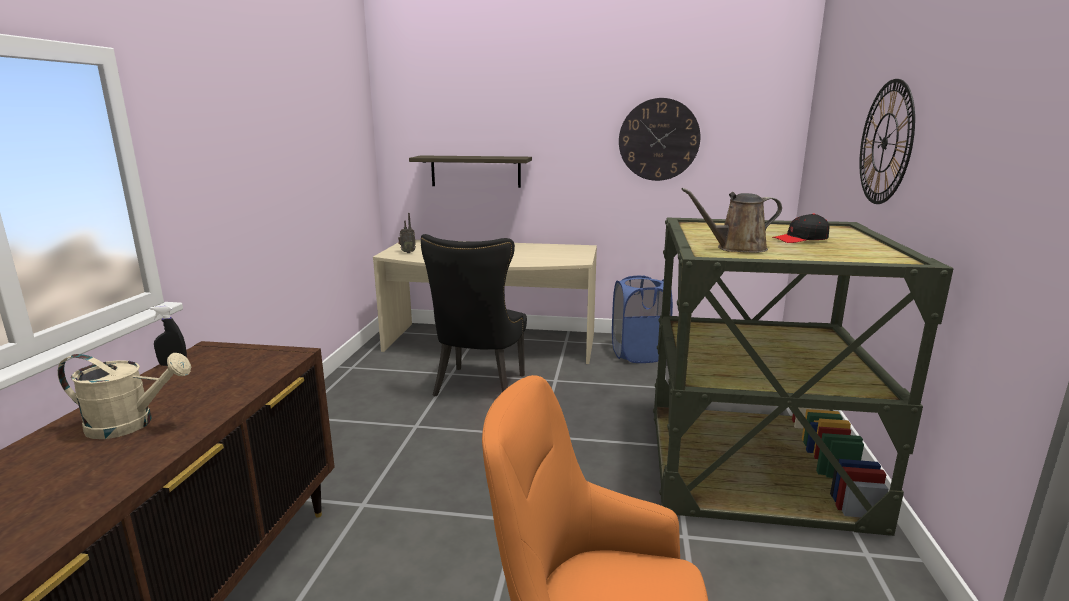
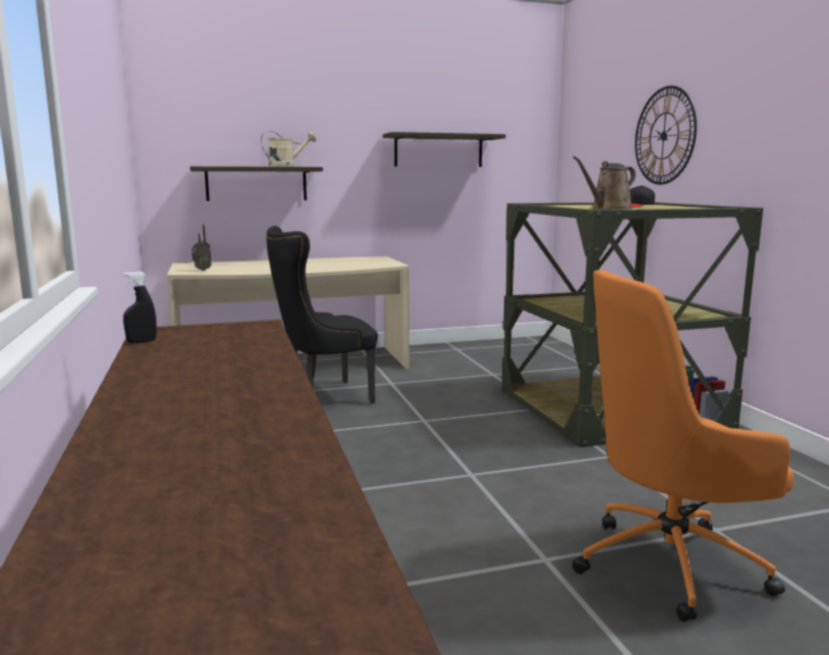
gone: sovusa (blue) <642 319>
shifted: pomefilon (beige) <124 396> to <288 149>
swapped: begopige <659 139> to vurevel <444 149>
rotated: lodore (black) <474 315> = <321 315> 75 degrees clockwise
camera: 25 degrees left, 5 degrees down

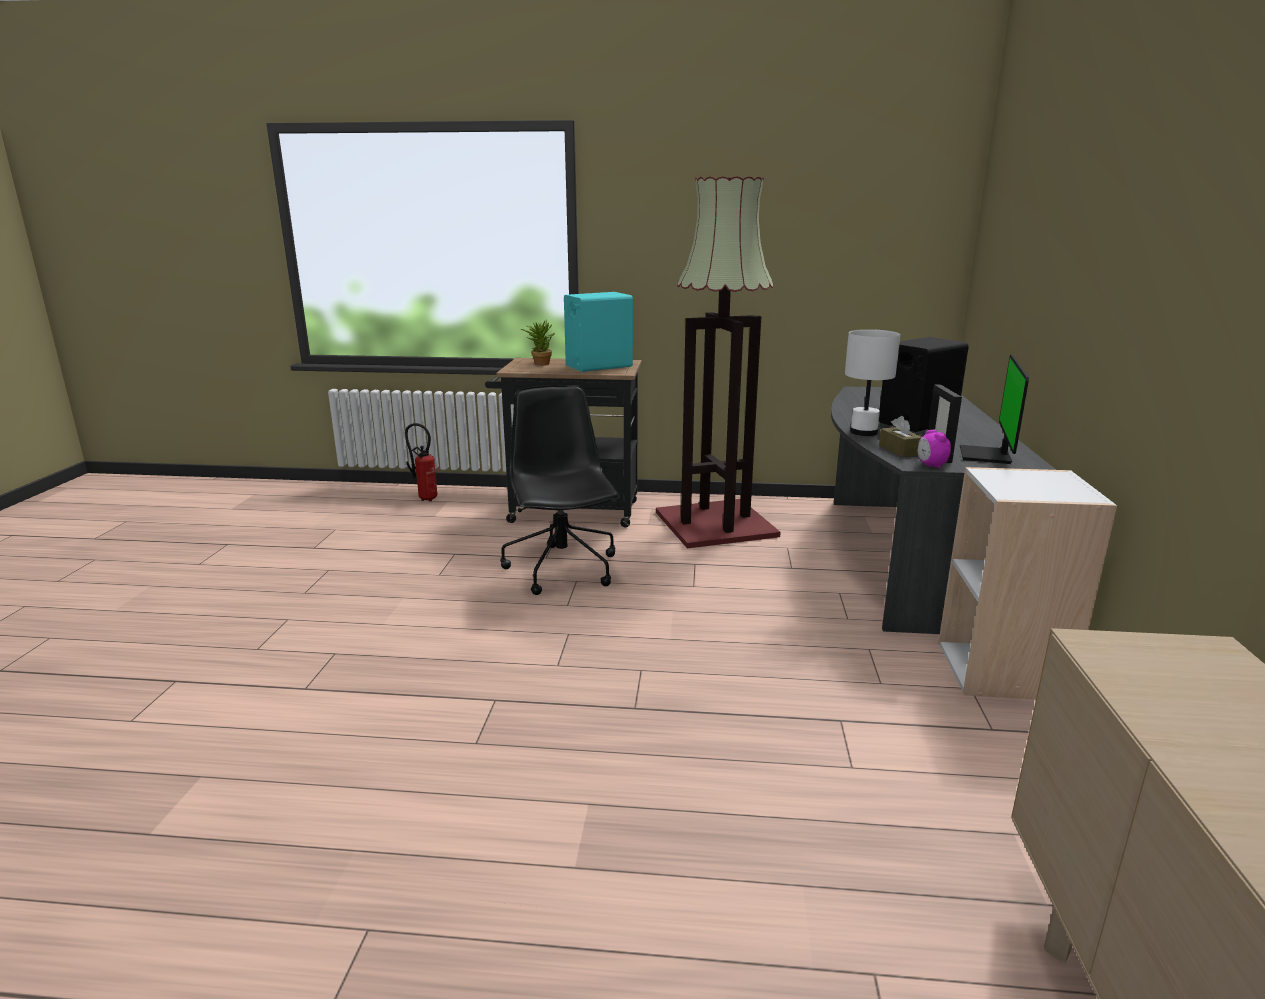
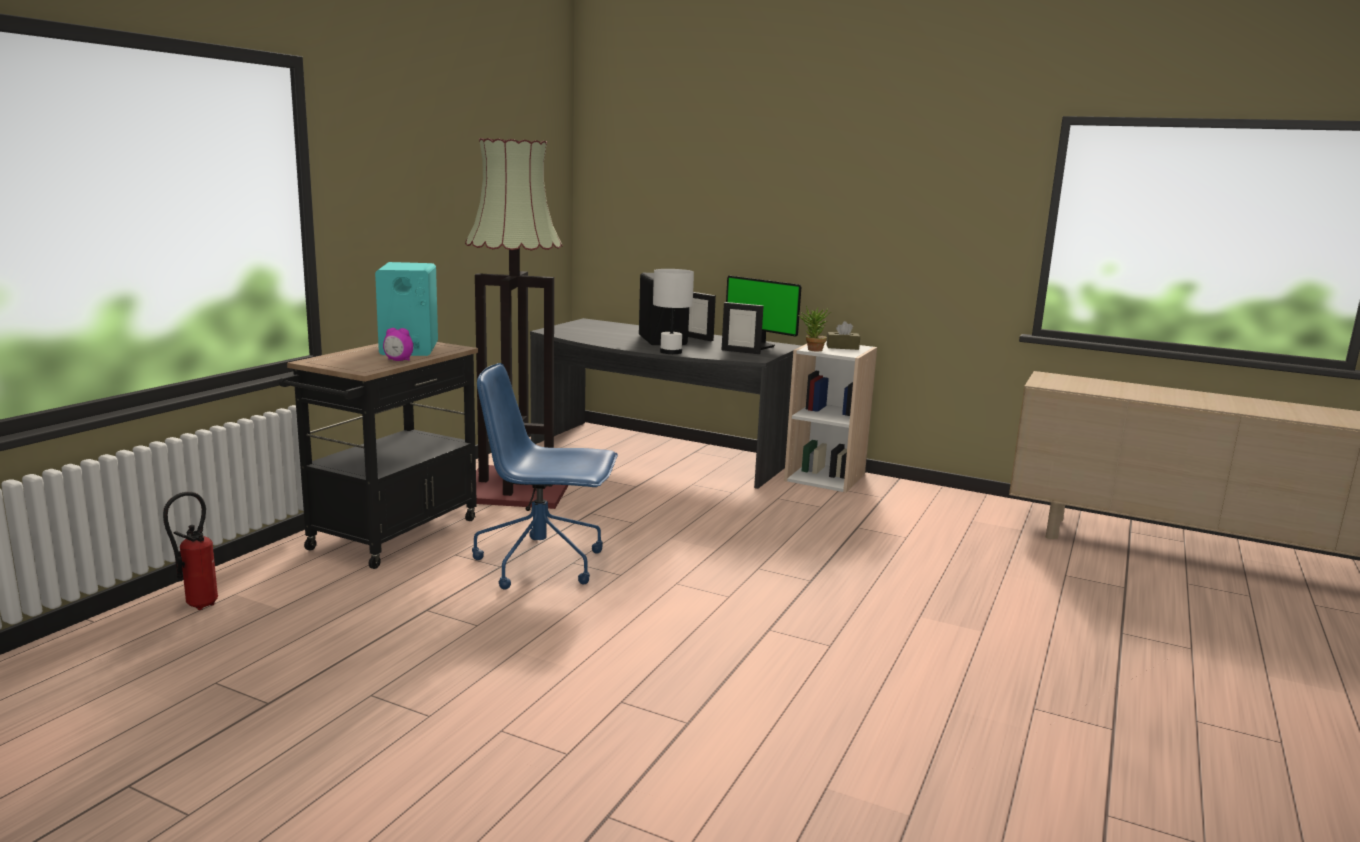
new: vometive <702 316>
shifted: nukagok <538 343> to <814 329>; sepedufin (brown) <900 436> to <843 335>; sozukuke <934 449> to <398 344>
repainted: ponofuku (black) <560 490> to ponofuku (blue) <545 476>
camera: 70 degrees left, 5 degrees down

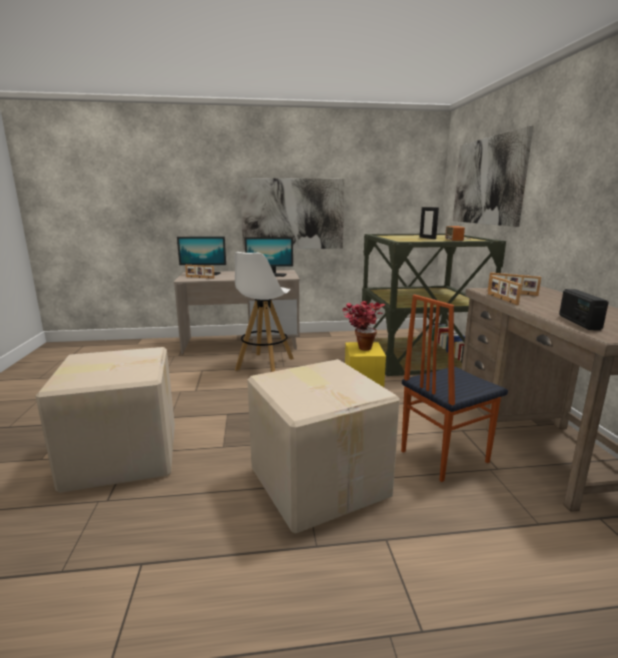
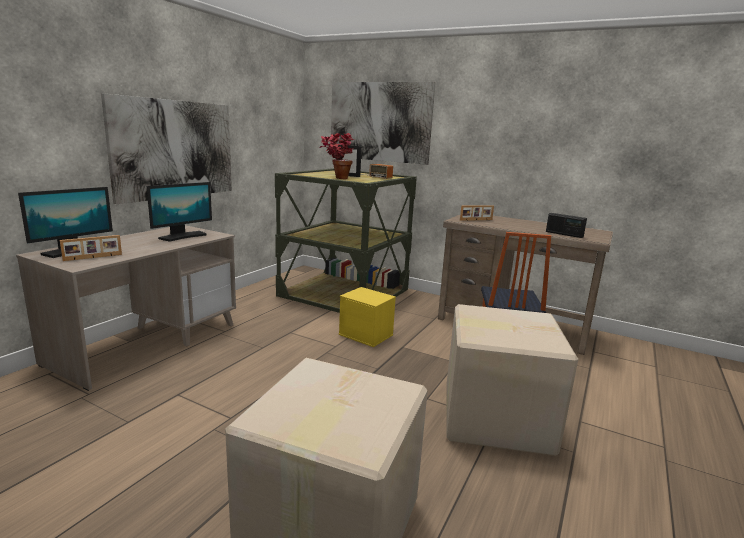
gone: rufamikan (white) <264 312>; vometive <505 290>
shifted: nukagok <363 325> to <336 156>
camera: 55 degrees left, 0 degrees up

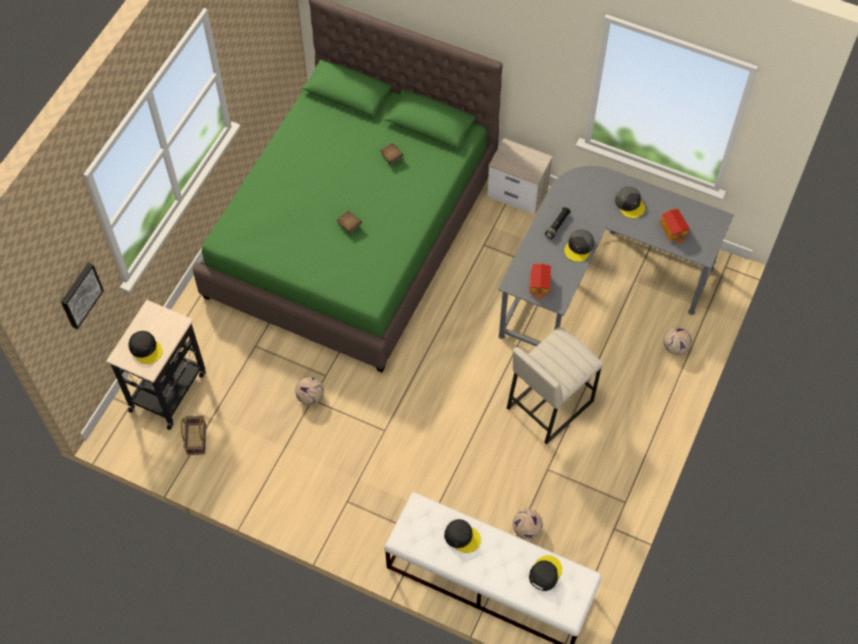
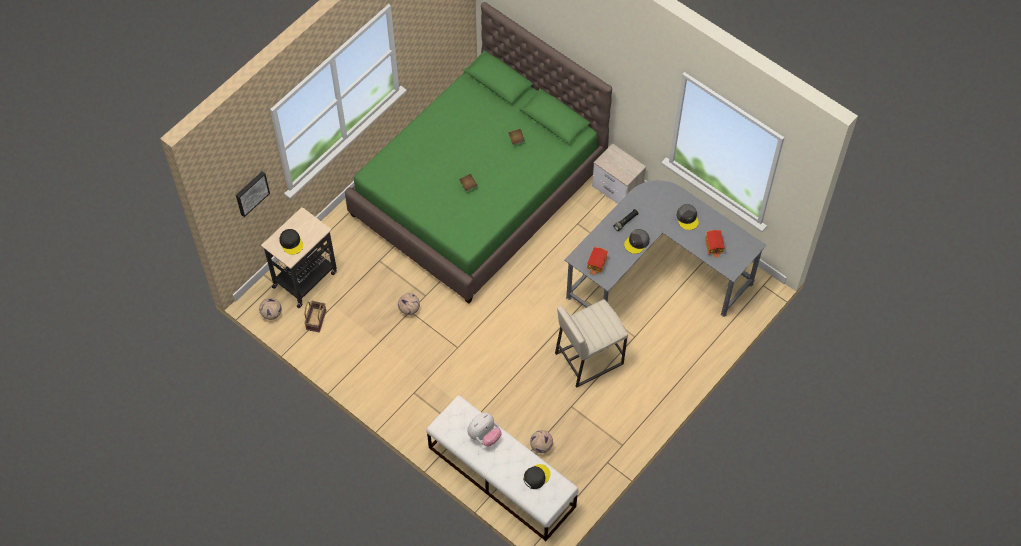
shifted: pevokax <677 341> to <270 309>
swapped: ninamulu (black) <462 536> to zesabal <484 429>
camera: 15 degrees right, 0 degrees up

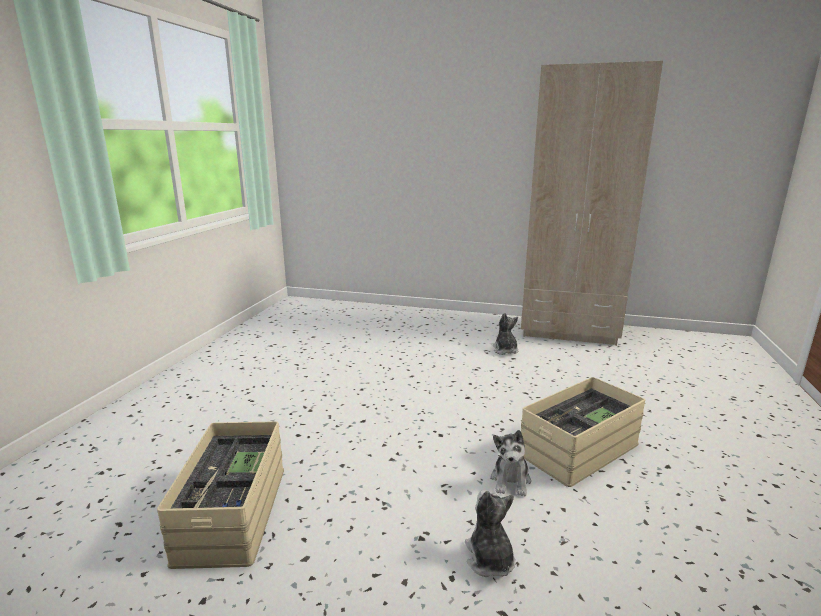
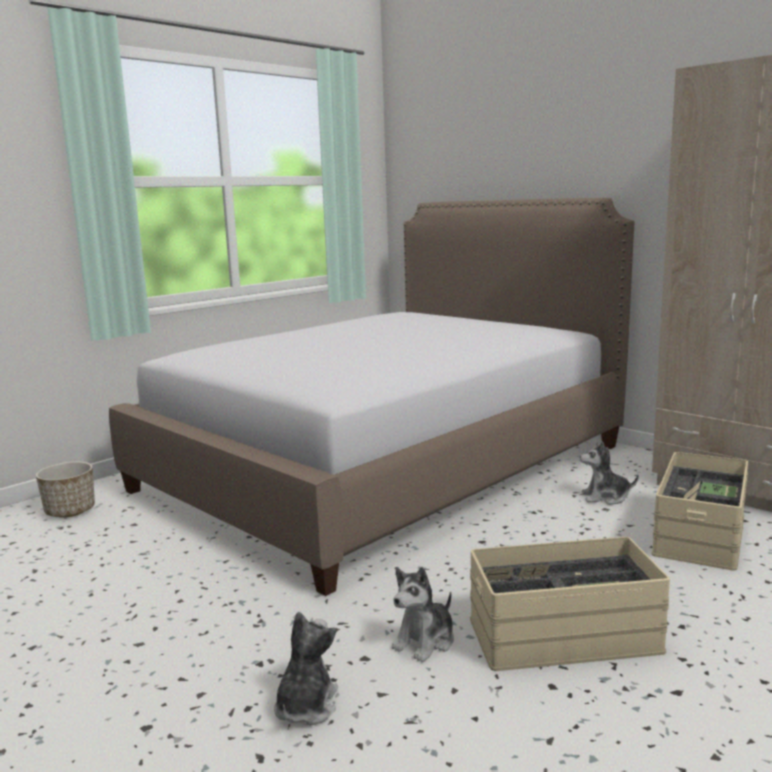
new: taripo <371 397>; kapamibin <65 490>
shifted: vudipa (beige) <220 495> to <700 511>
rotated: zesabal <505 333> = <609 473> 105 degrees counterclockwise
camera: 30 degrees right, 5 degrees down

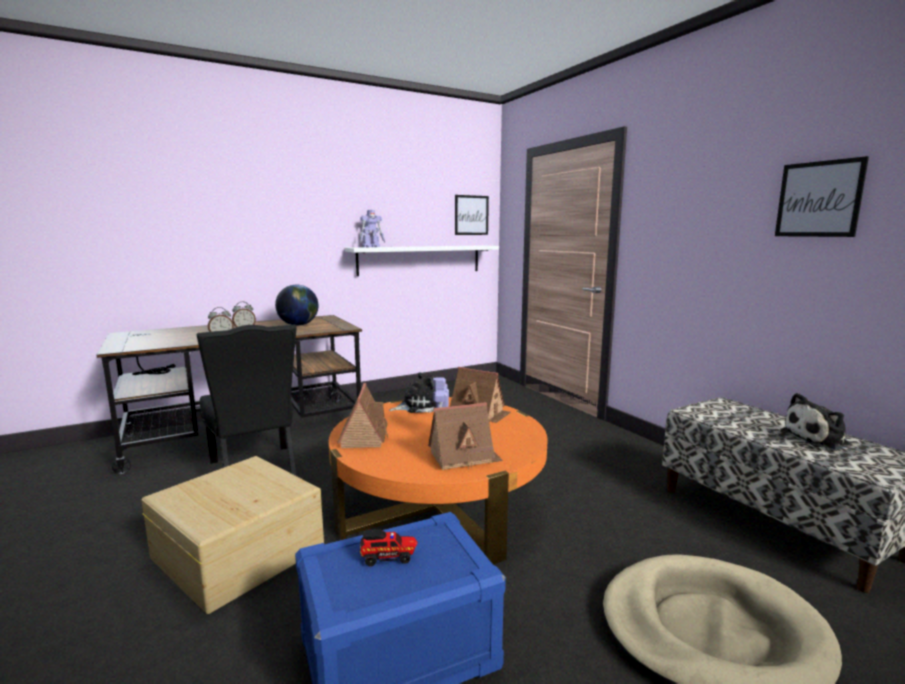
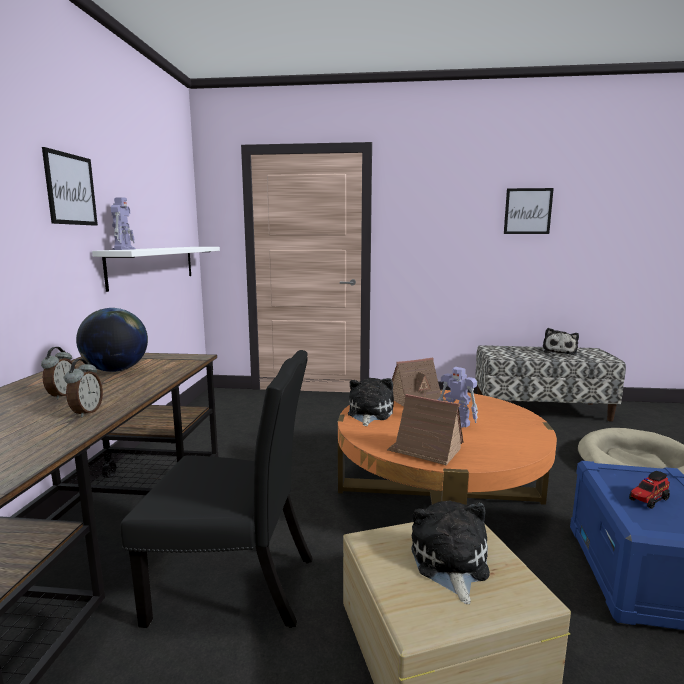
gone: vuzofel <465 436>
new: zesabal <451 552>
shifted: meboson <472 215> to <70 186>
rotated: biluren <389 548> = <649 490> 150 degrees counterclockwise
camera: 55 degrees left, 0 degrees up

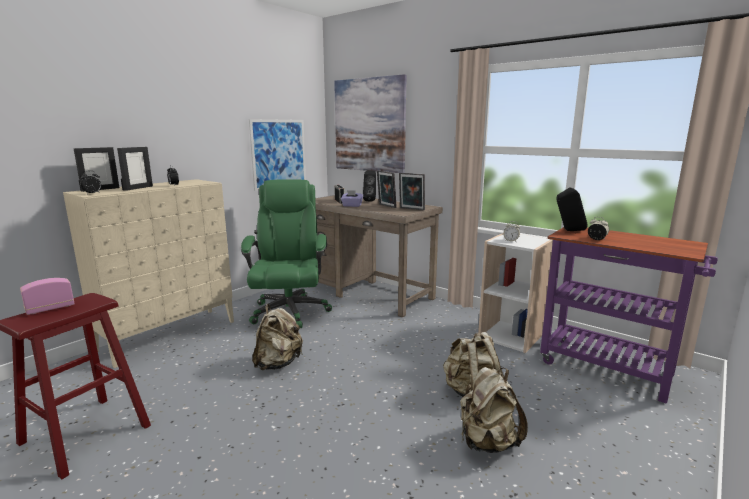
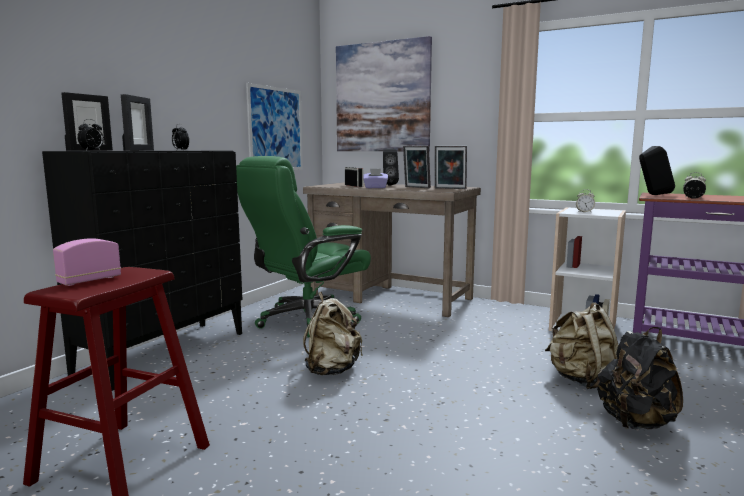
repainted: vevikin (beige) <148 273> to vevikin (black) <142 271>; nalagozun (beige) <494 410> to nalagozun (black) <640 378>
rotated: ponofuku (green) <286 253> = <303 247> 120 degrees counterclockwise
camera: 10 degrees left, 5 degrees down

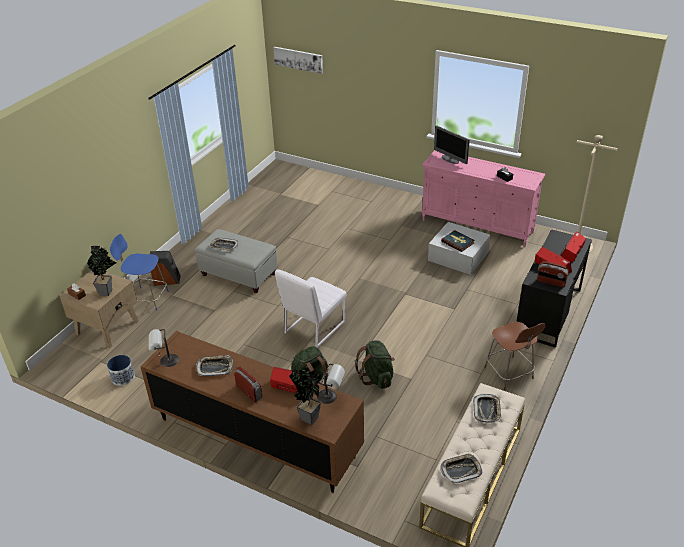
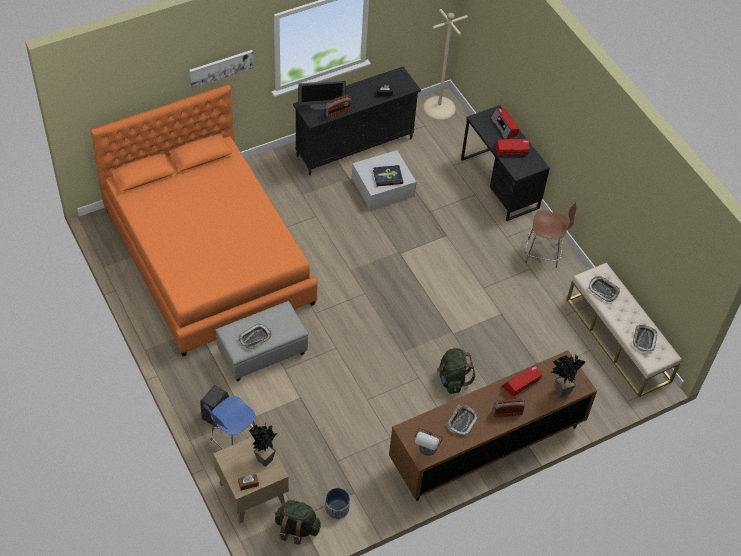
gone: lodore (white) <310 308>; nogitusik <331 384>
new: taripo (orange) <204 220>
shifted: meboson <298 60> to <221 69>; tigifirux <553 274> to <338 107>; nalagozun (green) <375 364> to <297 522>
repainted: vevikin (pink) <483 198> to vevikin (black) <357 121>
camera: 60 degrees left, 15 degrees up

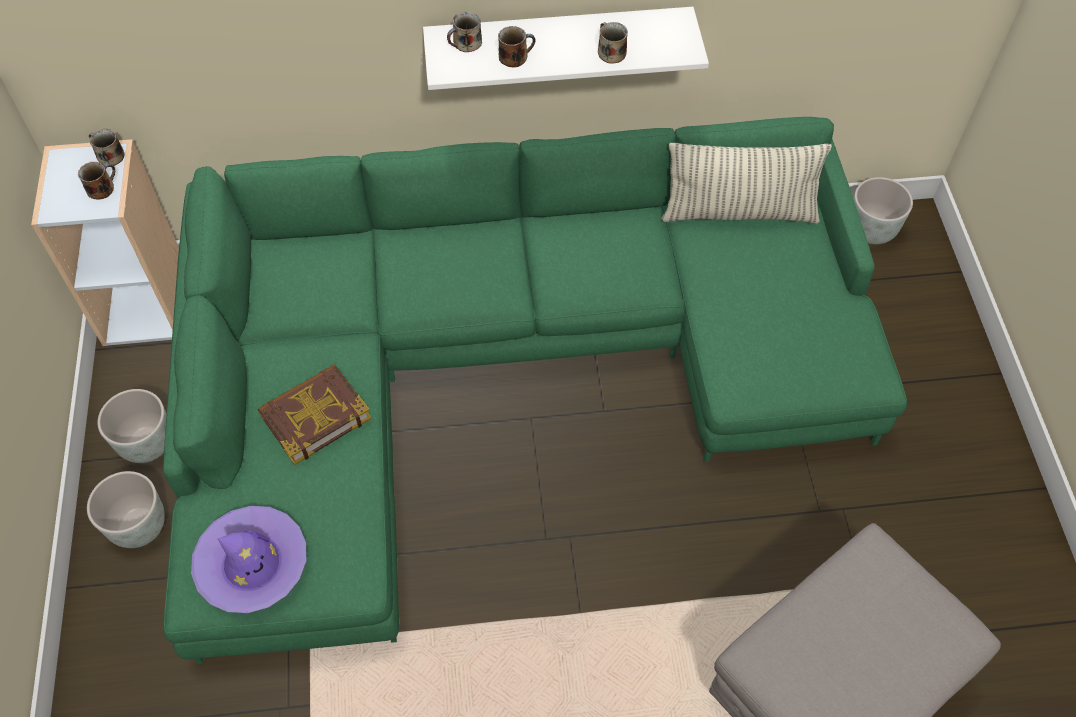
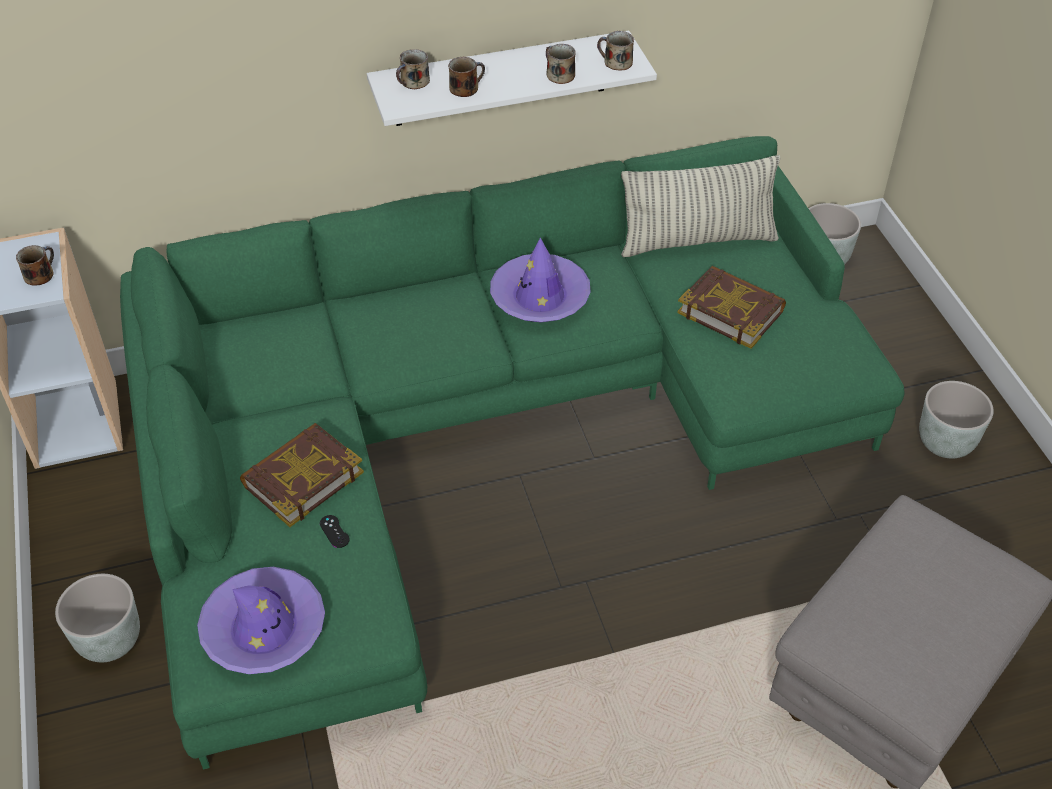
new: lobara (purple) <540 280>; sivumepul <731 307>; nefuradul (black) <335 531>
shifted: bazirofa <106 147> to <615 50>; kapamibin (grey) <131 426> to <956 420>
camera: 10 degrees left, 10 degrees down

